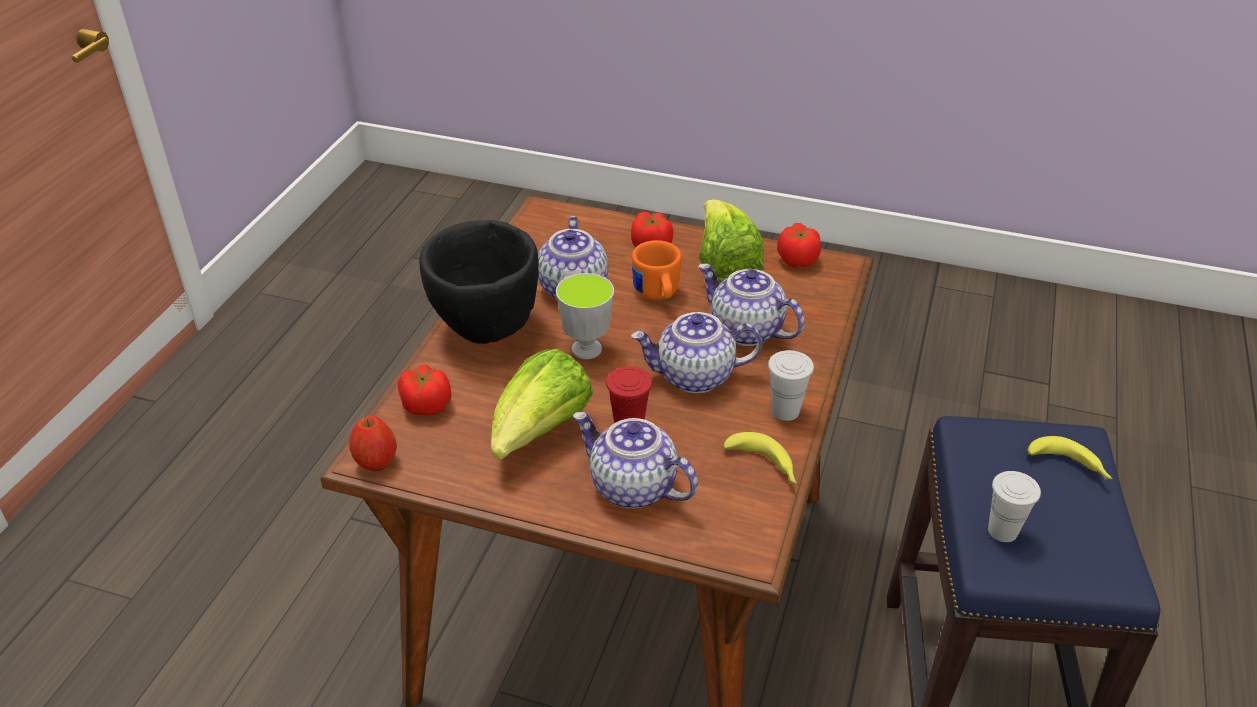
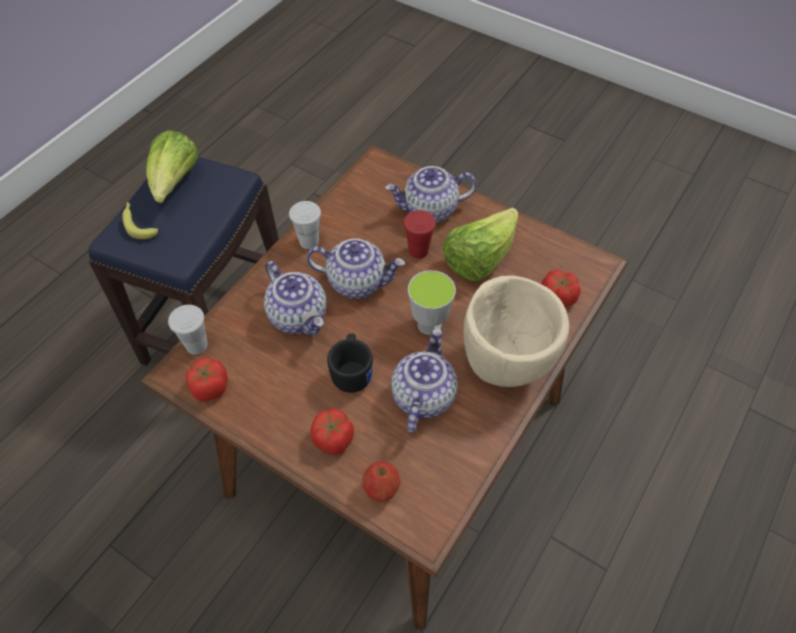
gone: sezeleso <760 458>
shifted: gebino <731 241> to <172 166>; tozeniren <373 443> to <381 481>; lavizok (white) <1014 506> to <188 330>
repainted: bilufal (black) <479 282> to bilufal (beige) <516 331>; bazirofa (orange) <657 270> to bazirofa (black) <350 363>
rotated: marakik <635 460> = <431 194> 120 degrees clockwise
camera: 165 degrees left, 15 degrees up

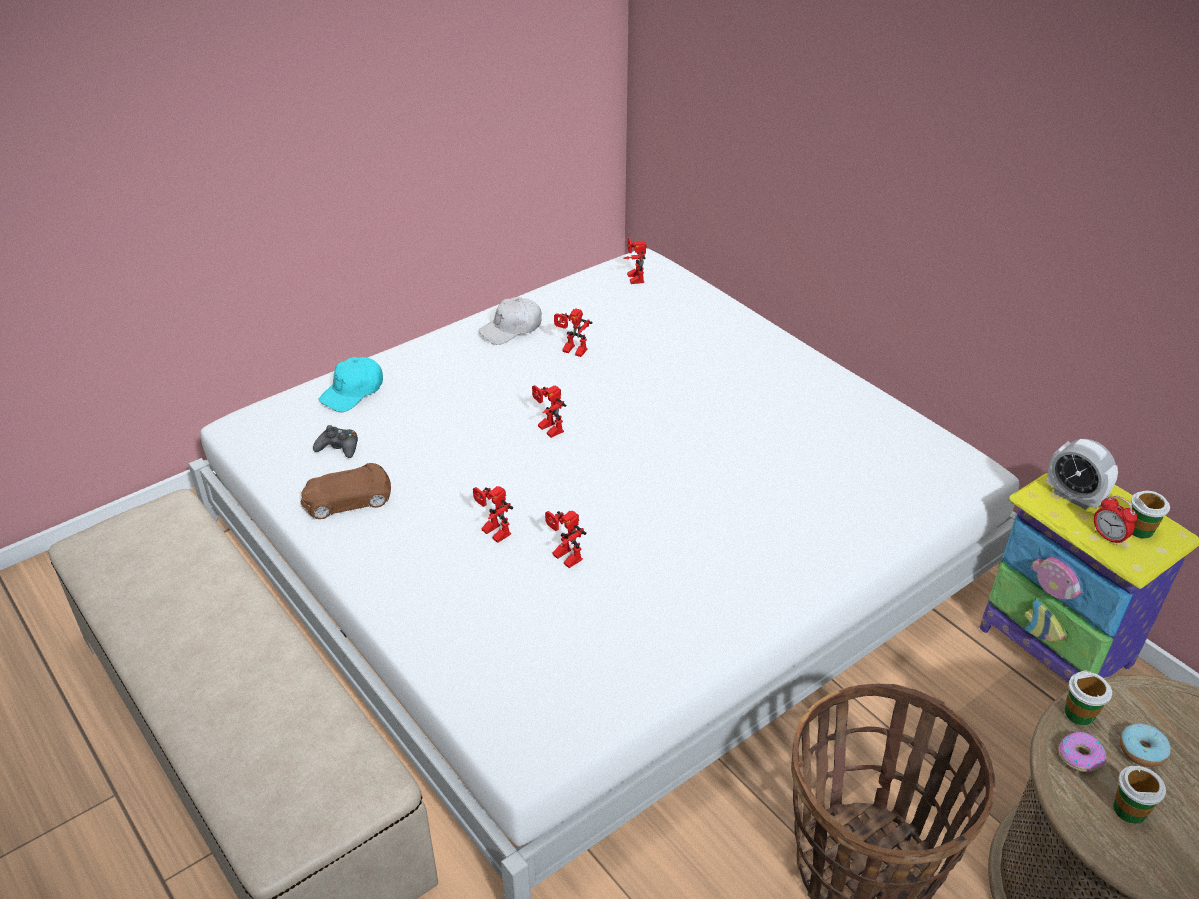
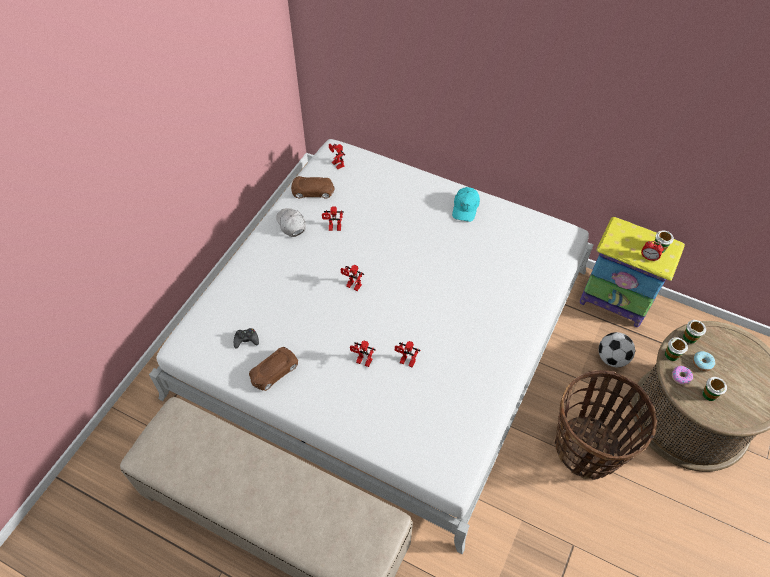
gone: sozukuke <1082 474>
new: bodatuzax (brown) <313 187>; lavizok <694 331>; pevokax <617 349>
shifted: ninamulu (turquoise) <350 384> to <466 204>
rotated: ninamulu (white) <510 321> = <291 222> 120 degrees clockwise
camera: 25 degrees left, 15 degrees up

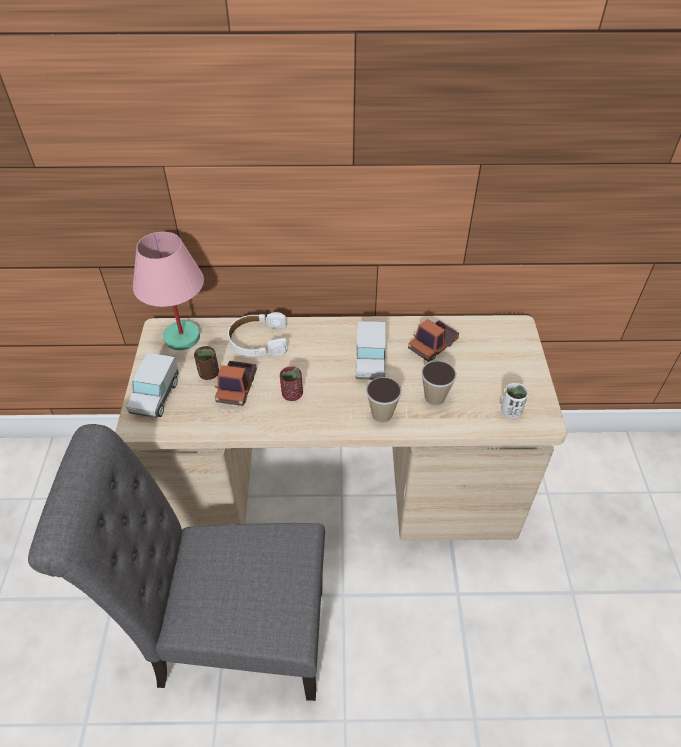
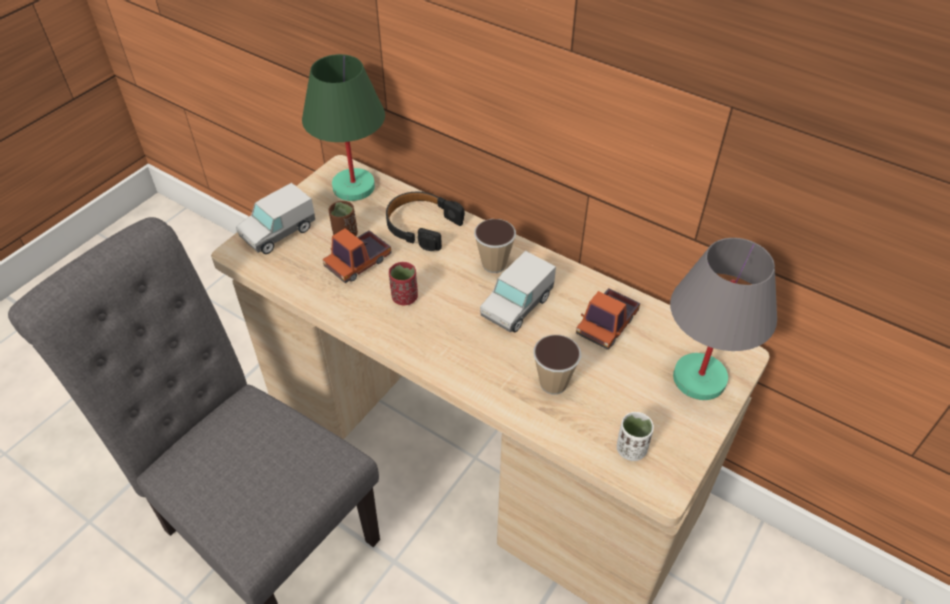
new: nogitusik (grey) <723 319>
shifted: lavizok <384 400> to <495 246>
repainted: nogitusik (pink) <168 291> to nogitusik (green) <343 127>; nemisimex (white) <258 334> to nemisimex (black) <425 221>
rotated: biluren <433 340> = <608 319> 45 degrees counterclockwise
camera: 35 degrees right, 0 degrees up

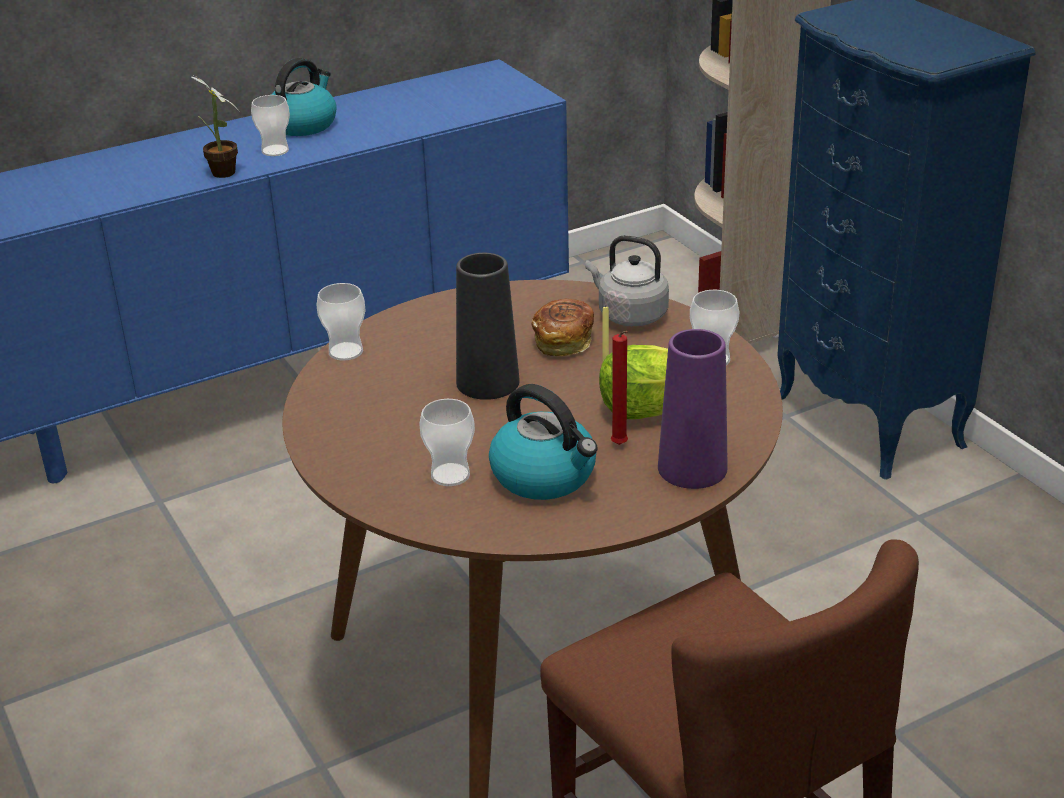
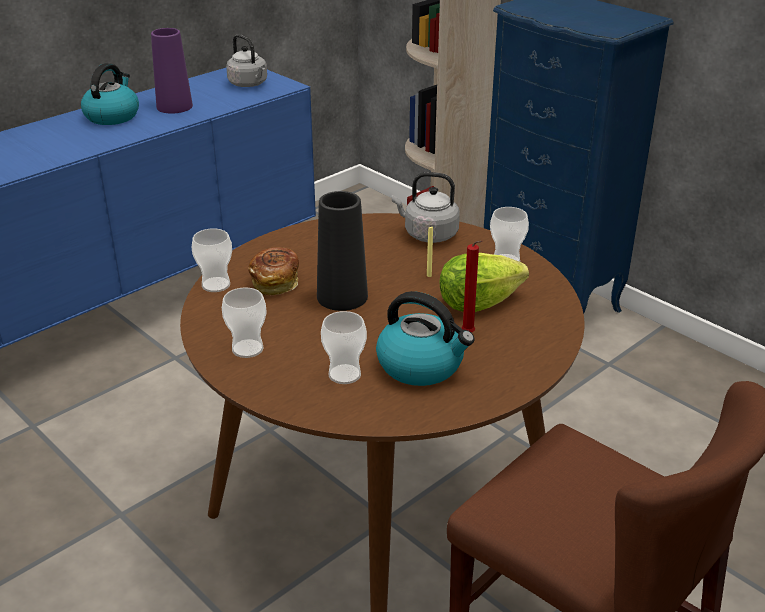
gone: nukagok <215 125>
new: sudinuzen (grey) <246 60>
shifted: lavizok <270 125> to <244 322>; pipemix <563 327> to <273 271>; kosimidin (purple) <693 409> to <172 71>
camera: 15 degrees left, 0 degrees up

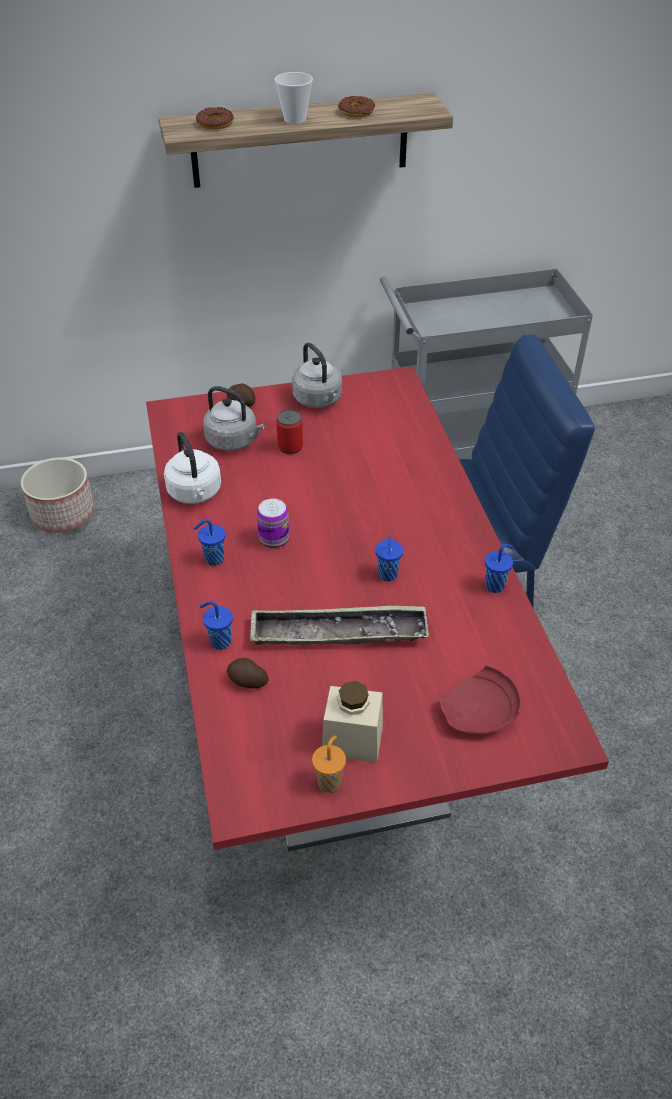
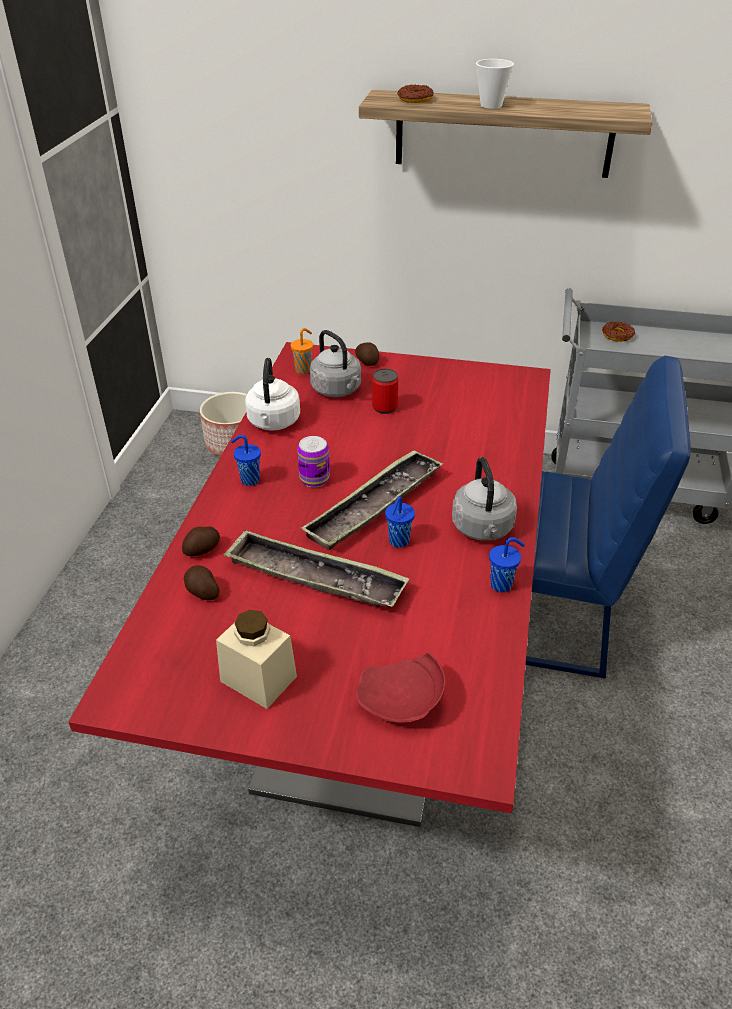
new: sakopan <371 499>
shifted: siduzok <356 106> to <618 331>; sudinuzen (grey) <317 375> to <484 499>; lavizok (orange) <329 764> to <302 351>
swapped: lavizok (blue) <216 625> to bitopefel <201 541>
camera: 25 degrees right, 5 degrees down

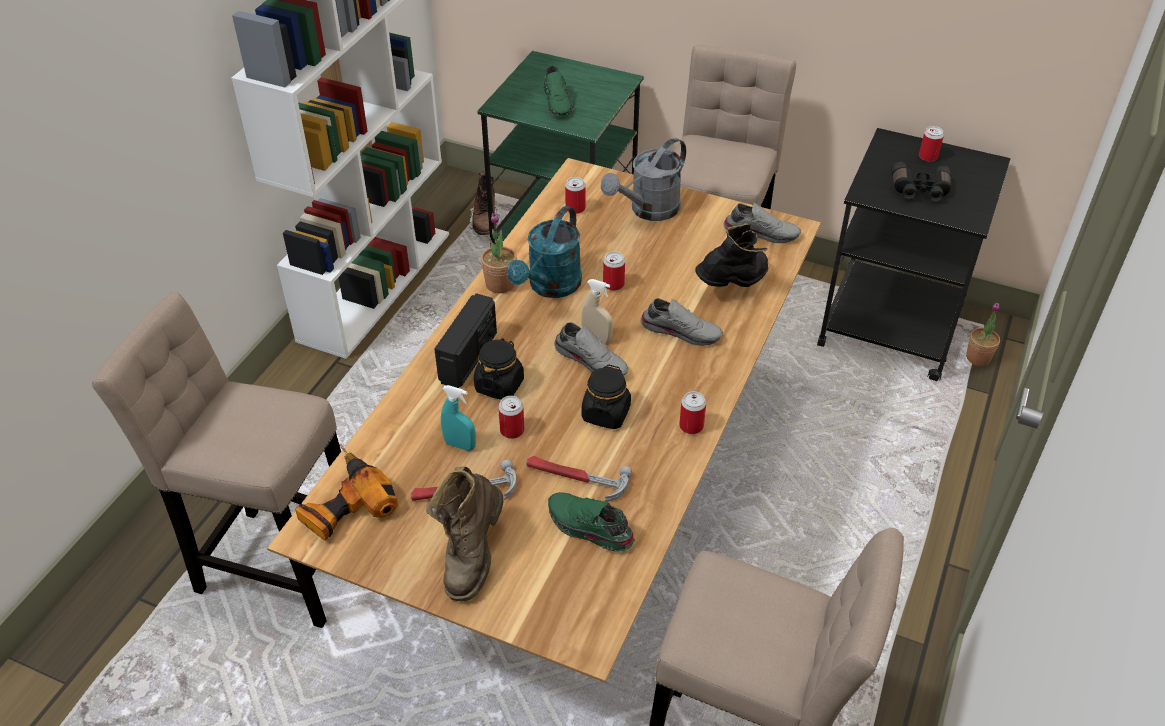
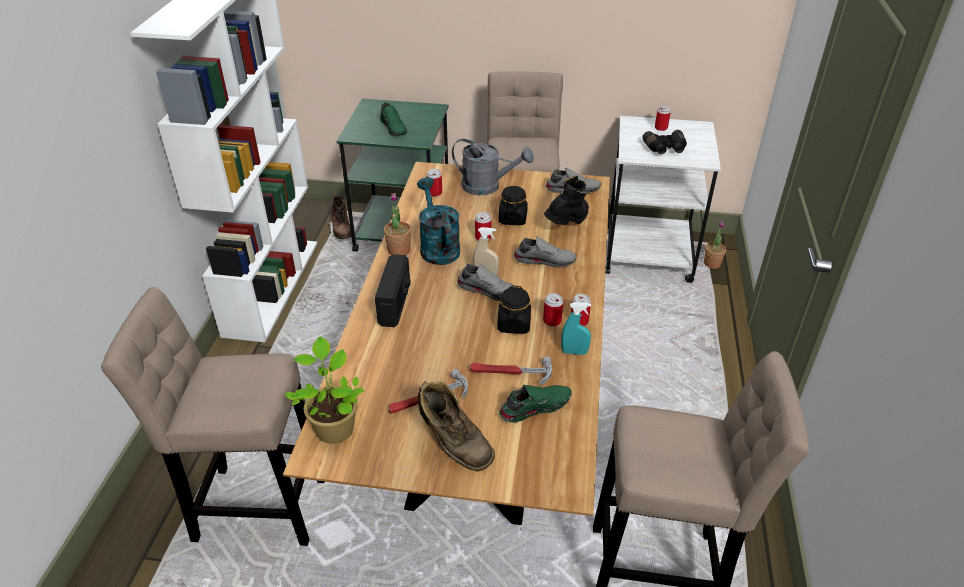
shifted: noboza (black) <499 369> to <513 205>; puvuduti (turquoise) <458 418> to <576 328>; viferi <511 417> to <553 310>
swapped: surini <346 492> to nukagok <324 390>
repainted: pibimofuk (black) <914 254> to pibimofuk (white) <663 199>
rotated: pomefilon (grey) <643 179> = <493 167> 105 degrees counterclockwise; pomefilon (turquoise) <544 252> = <438 221> 150 degrees clockwise; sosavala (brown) <465 534> = <456 426> 45 degrees counterclockwise; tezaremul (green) <591 521> = <535 404> 135 degrees clockwise
camera: 15 degrees left, 5 degrees down

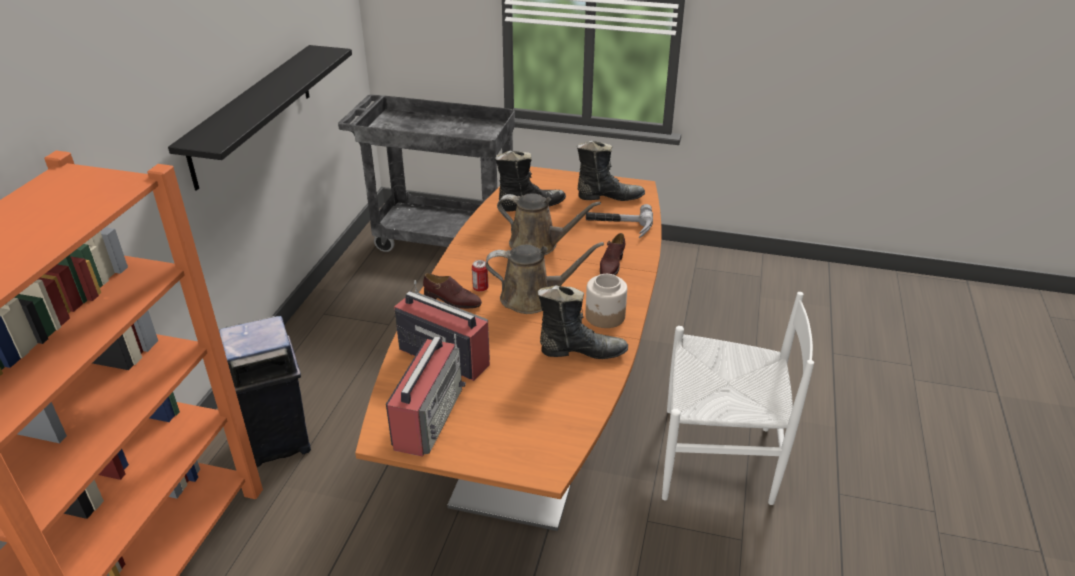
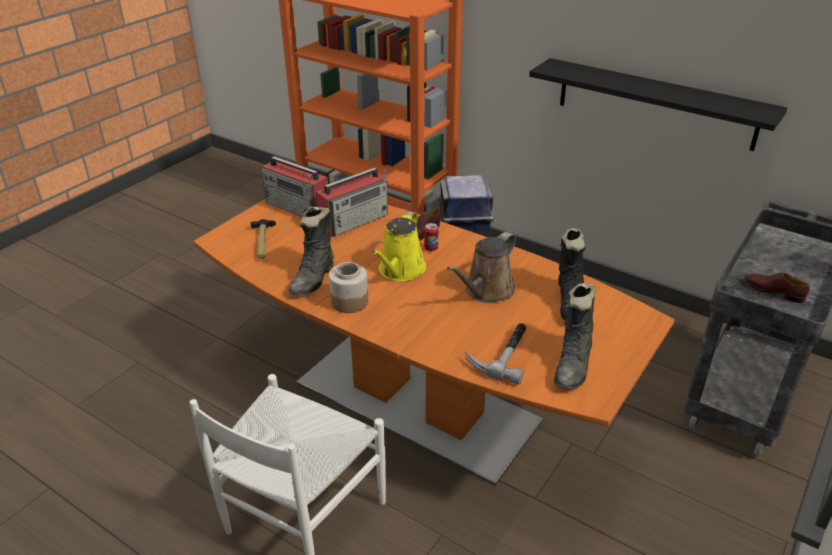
new: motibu <263 239>
shifted: tezaremul (brown) <612 254> to <777 287>
repainted: pomefilon (brown) <544 278> to pomefilon (yellow) <399 246>
camera: 110 degrees right, 0 degrees up

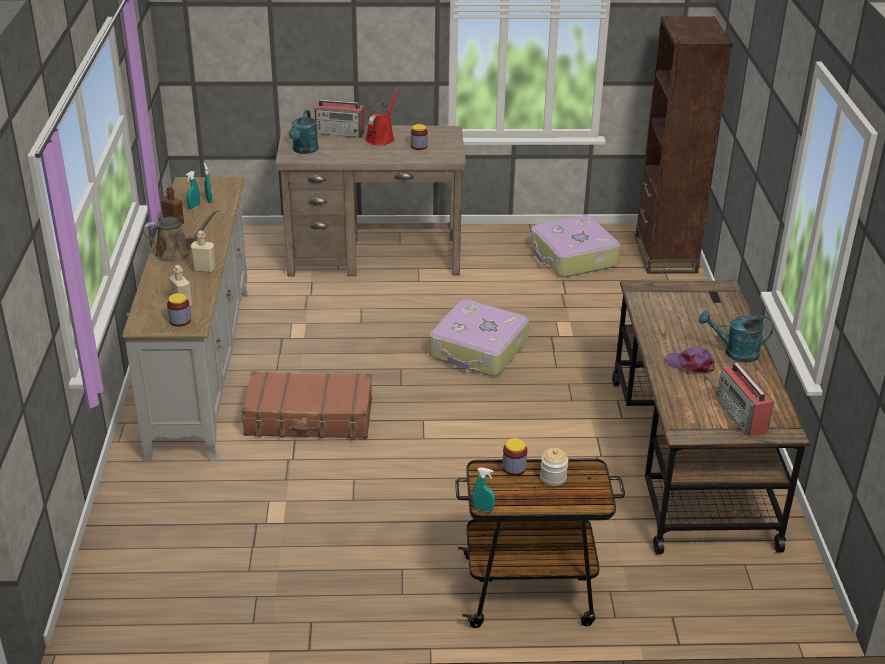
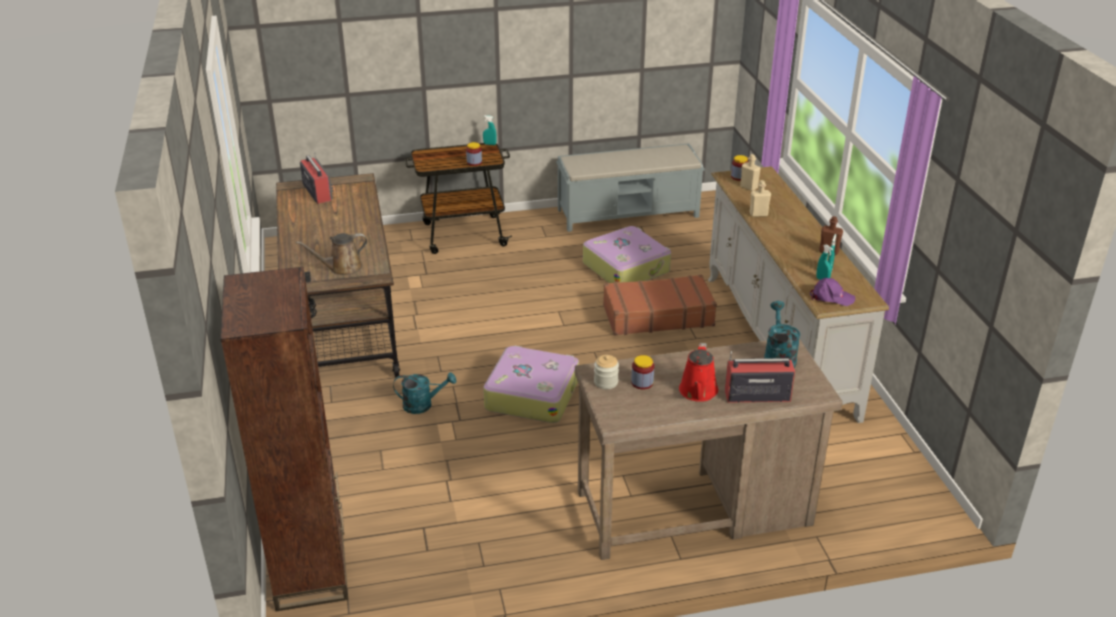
new: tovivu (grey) <630 187>
shifted: pomefilon (brown) <181 235> to <331 254>; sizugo <575 246> to <627 254>; pomefilon (turquoise) <735 337> to <424 393>; ninamulu (purple) <690 360> to <832 292>; noboza <554 467> to <606 372>
camera: 170 degrees right, 0 degrees up

